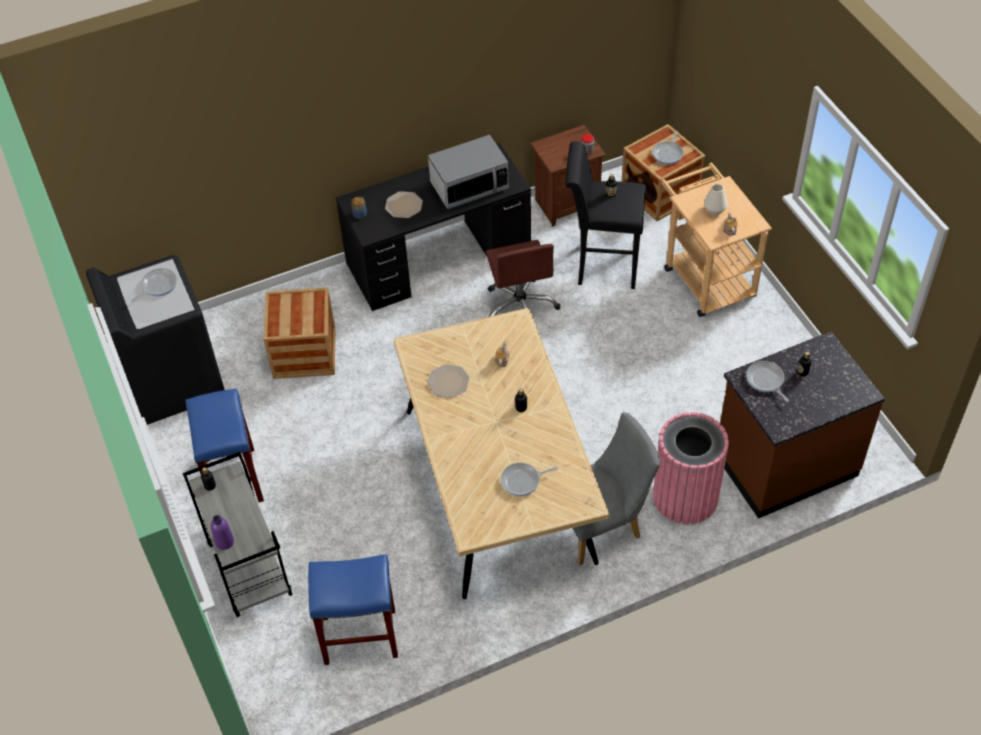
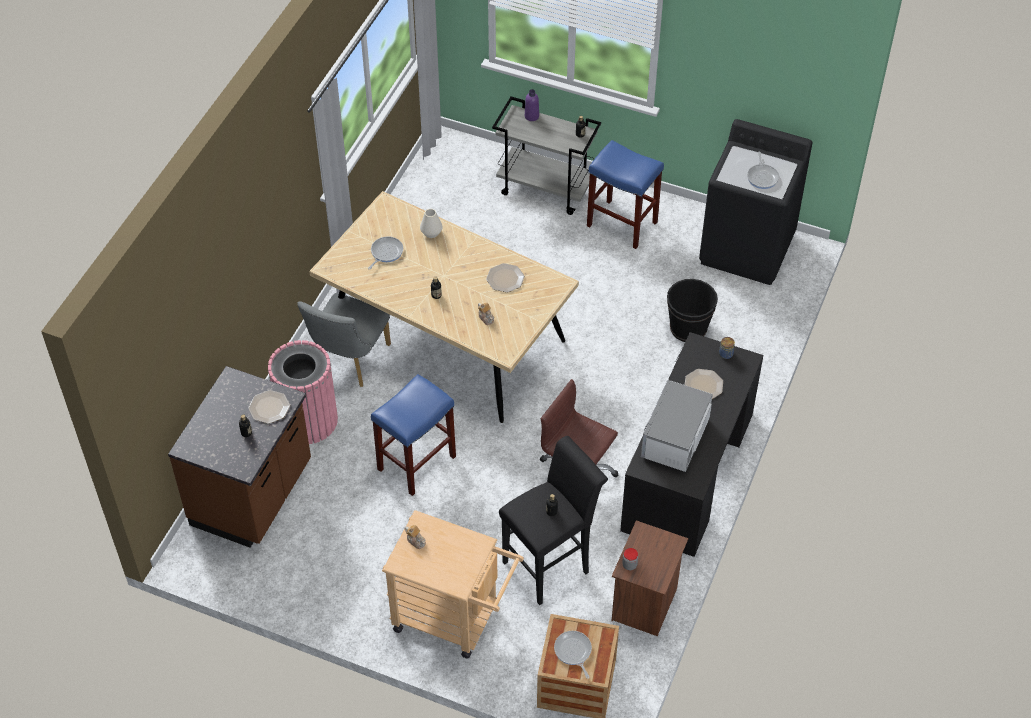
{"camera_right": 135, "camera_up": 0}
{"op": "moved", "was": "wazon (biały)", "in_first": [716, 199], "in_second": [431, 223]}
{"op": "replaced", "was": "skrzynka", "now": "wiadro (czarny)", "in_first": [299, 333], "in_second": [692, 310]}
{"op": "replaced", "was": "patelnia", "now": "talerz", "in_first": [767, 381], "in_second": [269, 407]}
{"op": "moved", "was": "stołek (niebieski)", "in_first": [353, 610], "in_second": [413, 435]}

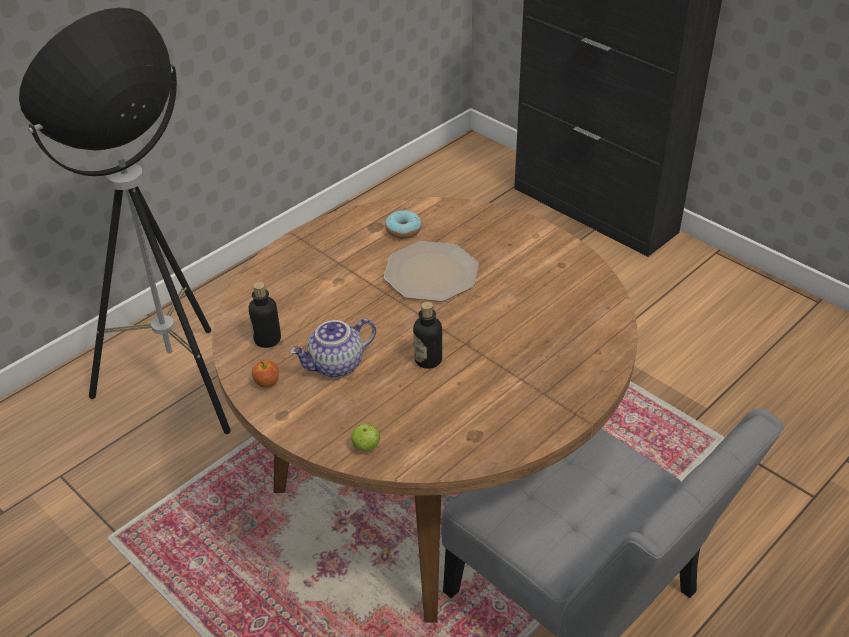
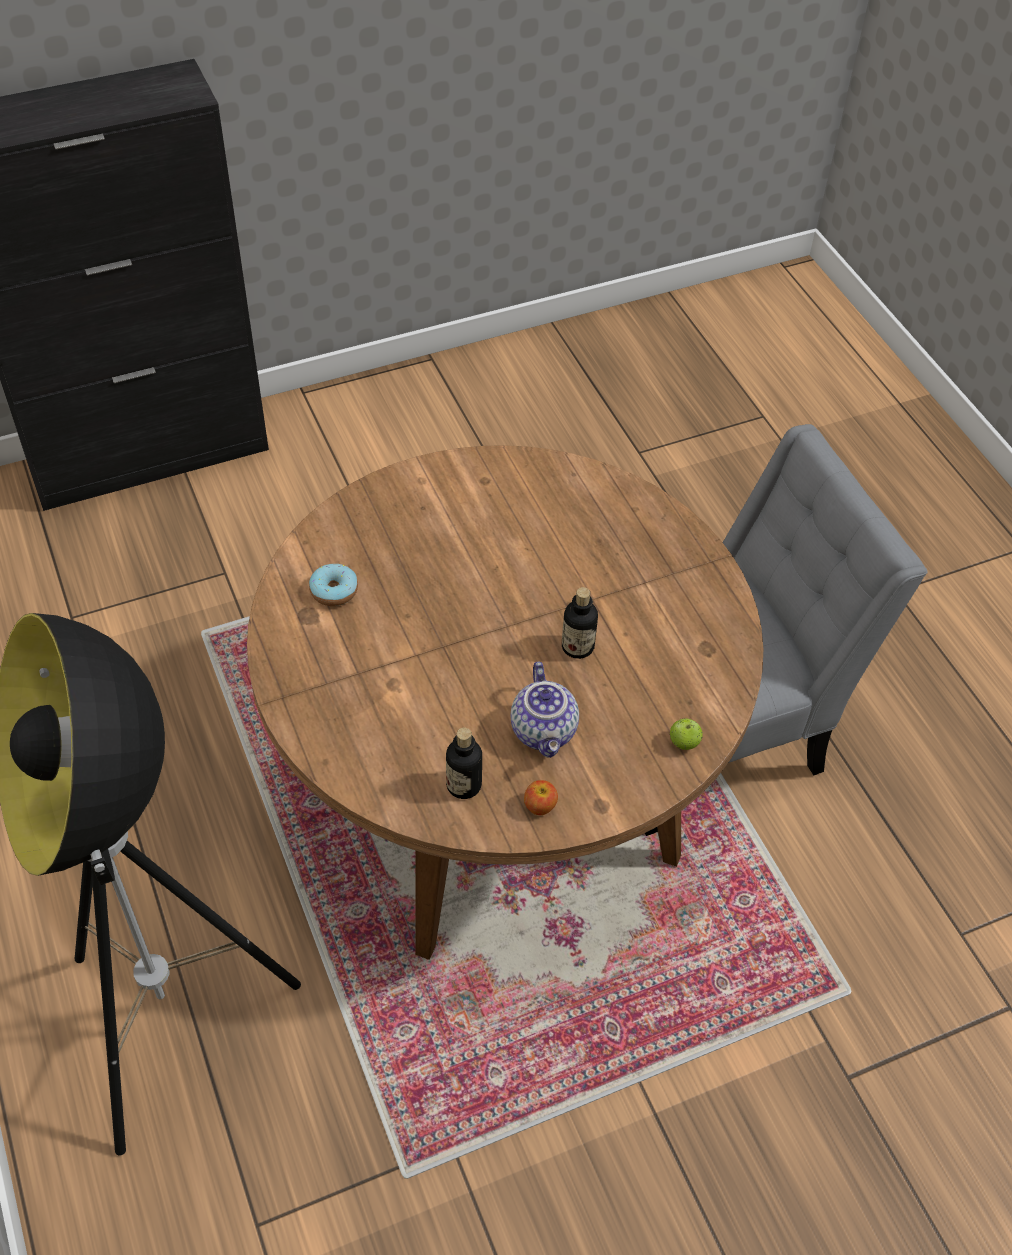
{"camera_right": -70, "camera_up": 10}
{"op": "removed", "was": "talerz", "in_first": [431, 271]}

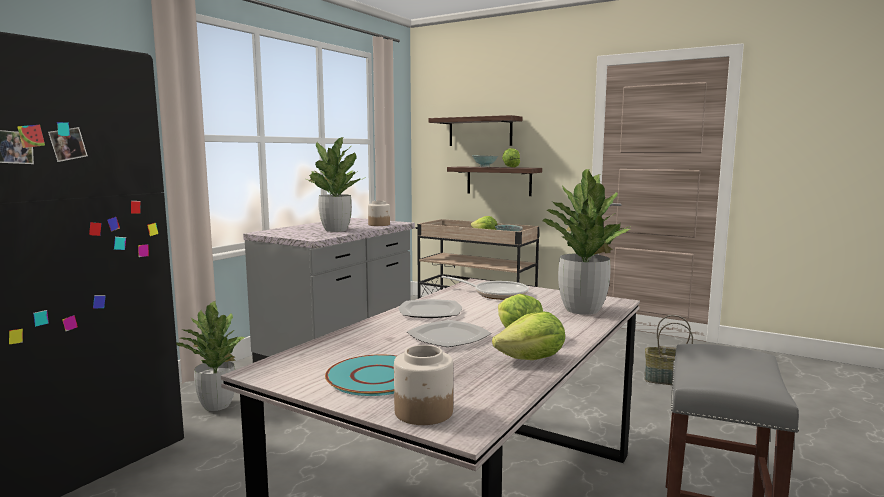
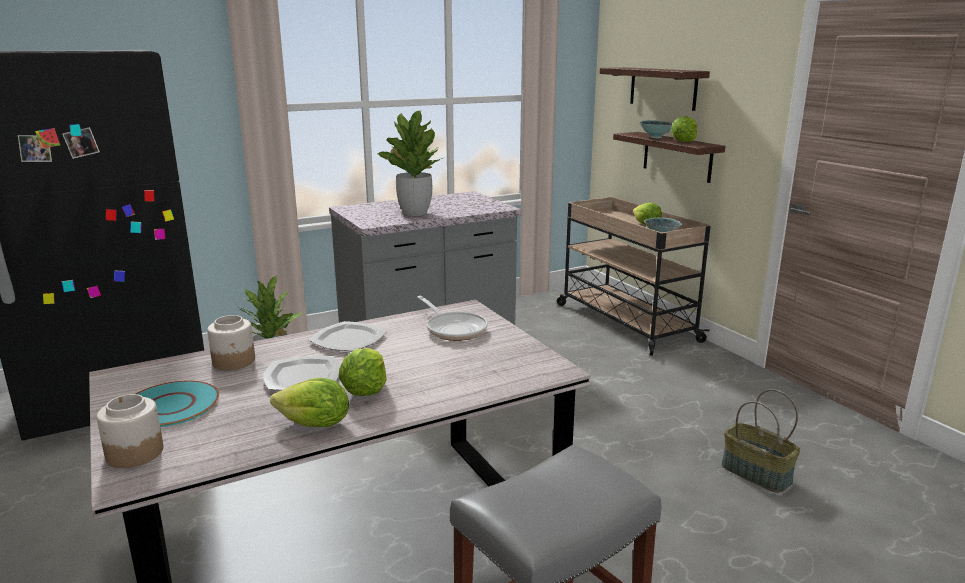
{"camera_right": 30, "camera_up": 10}
{"op": "removed", "was": "roślina doniczkowa", "in_first": [586, 242]}
{"op": "moved", "was": "słoik", "in_first": [379, 213], "in_second": [231, 342]}

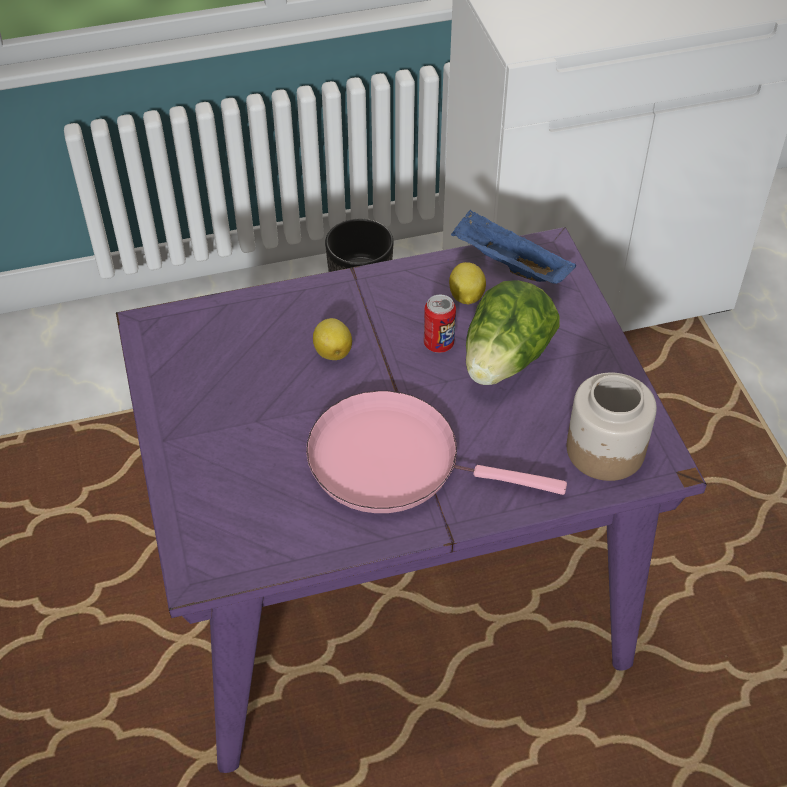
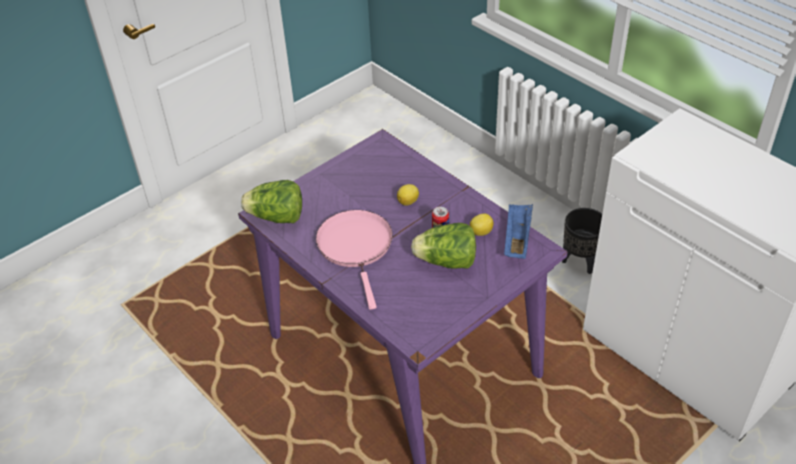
{"camera_right": 65, "camera_up": -5}
{"op": "removed", "was": "słoik", "in_first": [612, 426]}
{"op": "added", "now": "sałata", "in_second": [271, 201]}

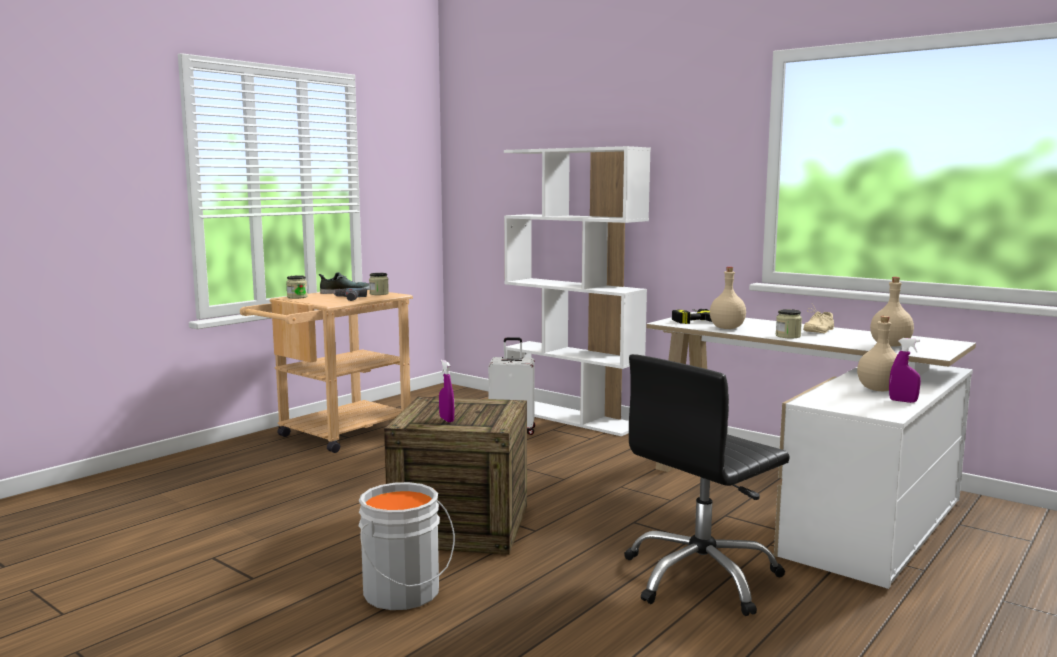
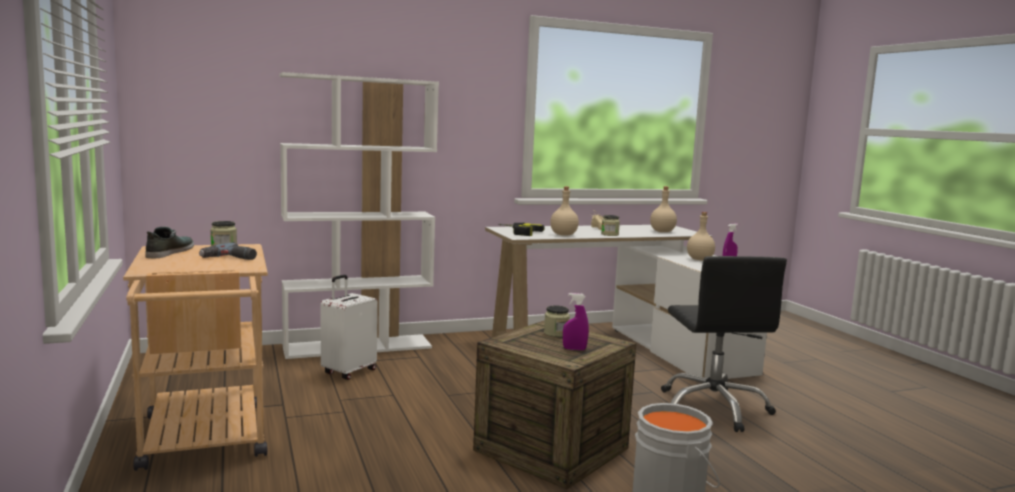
{"camera_right": -60, "camera_up": 0}
{"op": "moved", "was": "słoik", "in_first": [297, 287], "in_second": [557, 321]}

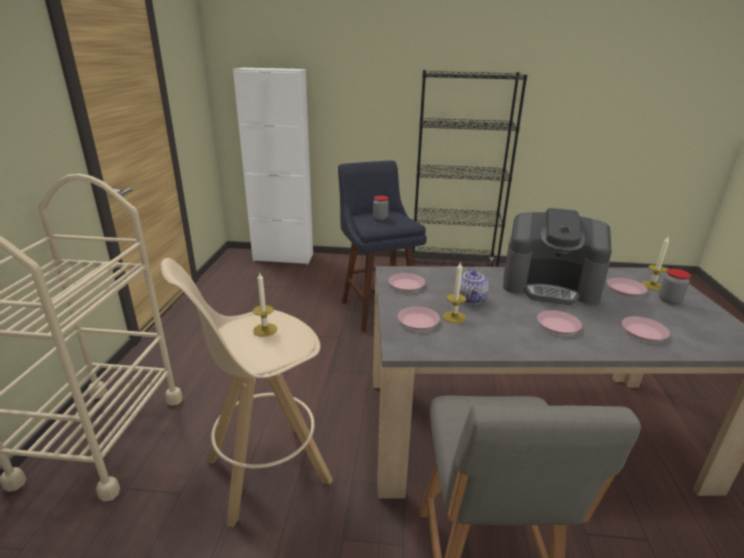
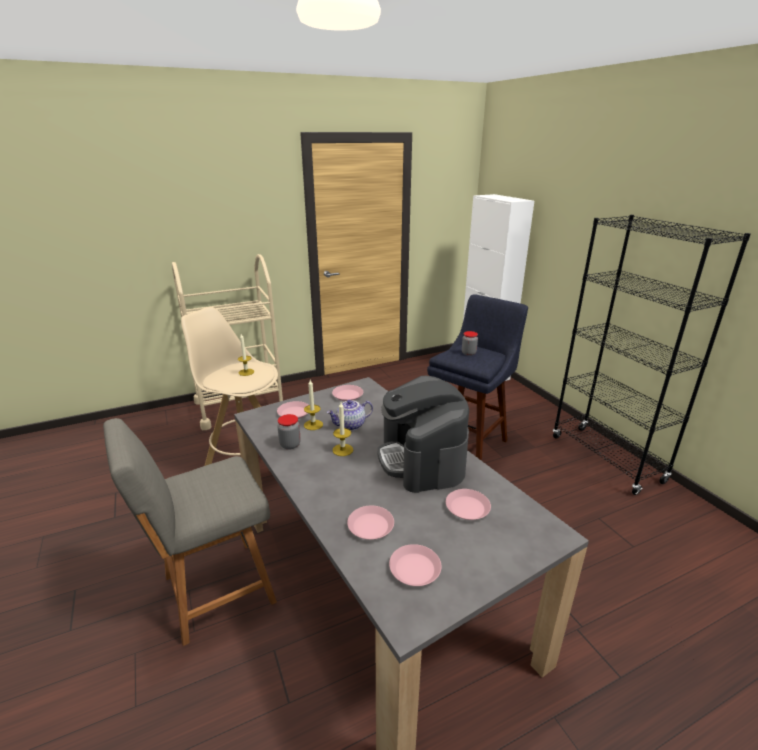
{"camera_right": 60, "camera_up": 0}
{"op": "moved", "was": "świeca", "in_first": [655, 263], "in_second": [343, 429]}
{"op": "moved", "was": "słoik", "in_first": [675, 287], "in_second": [289, 431]}
{"op": "moved", "was": "talerz (różowy)", "in_first": [559, 322], "in_second": [415, 565]}

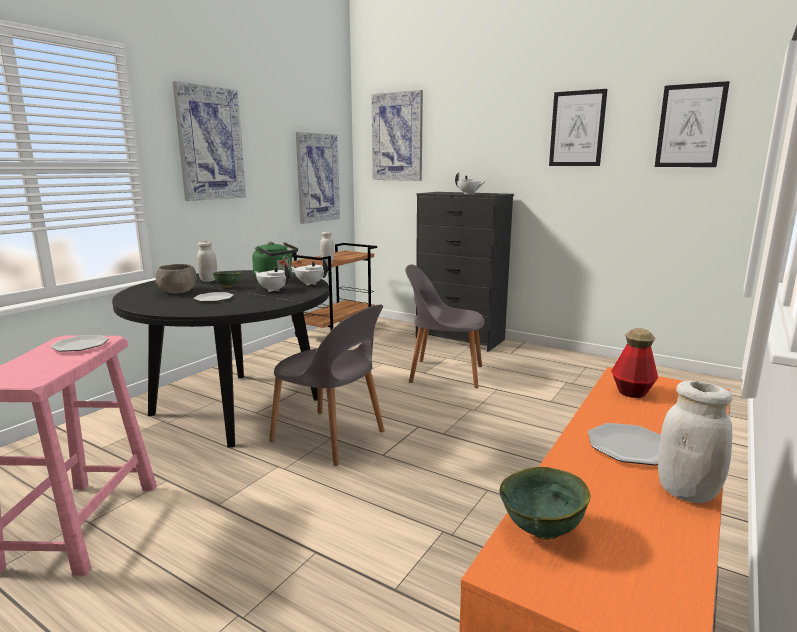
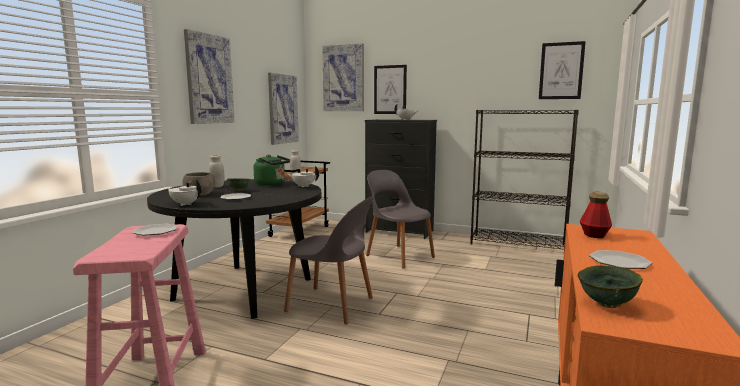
{"camera_right": -10, "camera_up": -5}
{"op": "moved", "was": "obraz", "in_first": [578, 127], "in_second": [390, 89]}
{"op": "moved", "was": "imbryk (biały)", "in_first": [272, 278], "in_second": [184, 193]}
{"op": "turned", "was": "krzesło (szary)", "in_first": [445, 326], "in_second": [400, 219], "clockwise": 45}
{"op": "removed", "was": "słoik (biały)", "in_first": [695, 441]}
{"op": "added", "now": "regał (czarny)", "in_second": [524, 179]}

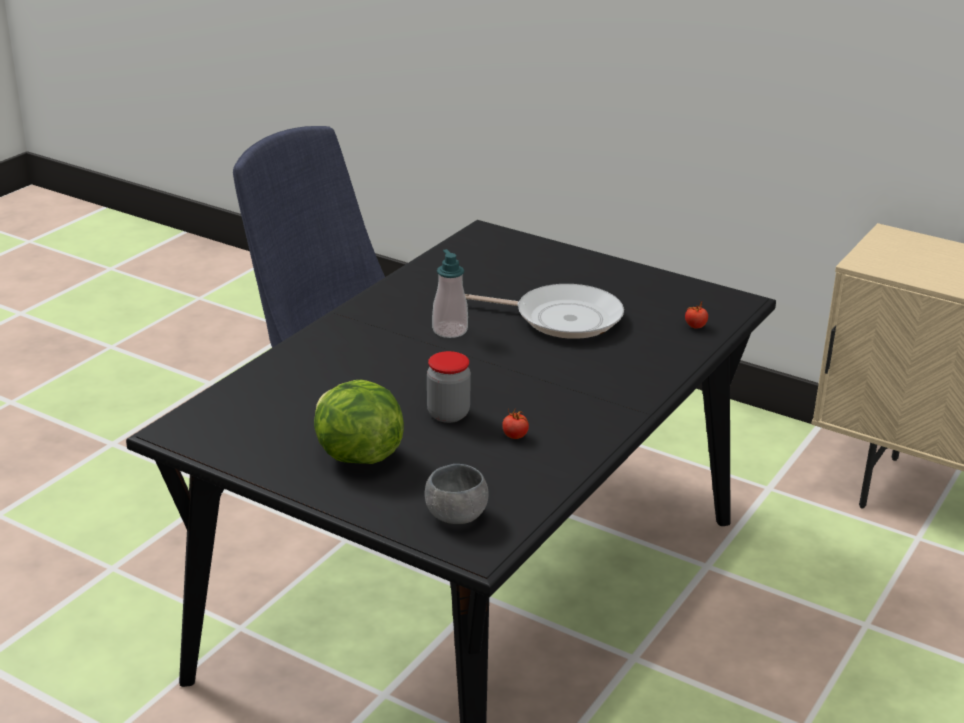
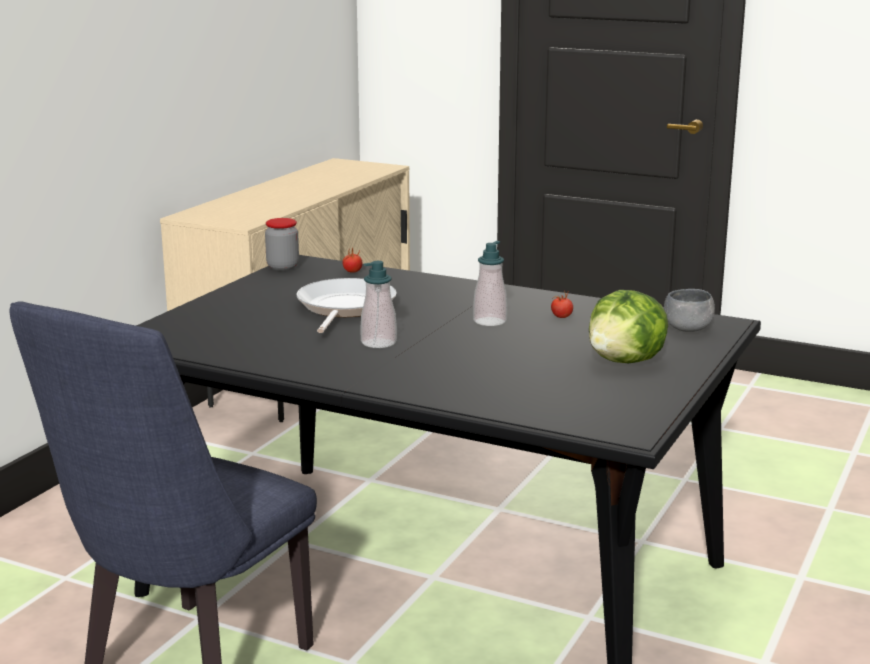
{"camera_right": -95, "camera_up": -10}
{"op": "moved", "was": "słoik", "in_first": [449, 387], "in_second": [282, 244]}
{"op": "added", "now": "dozownik mydła", "in_second": [490, 283]}

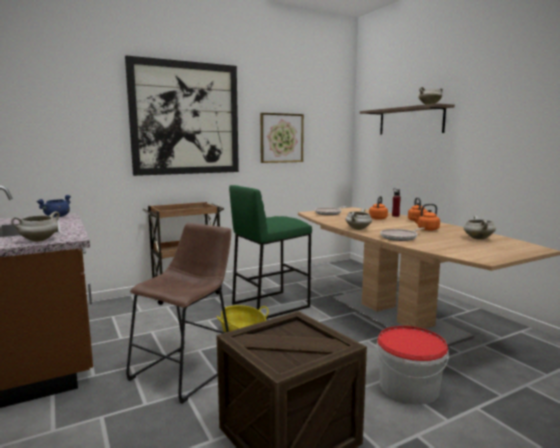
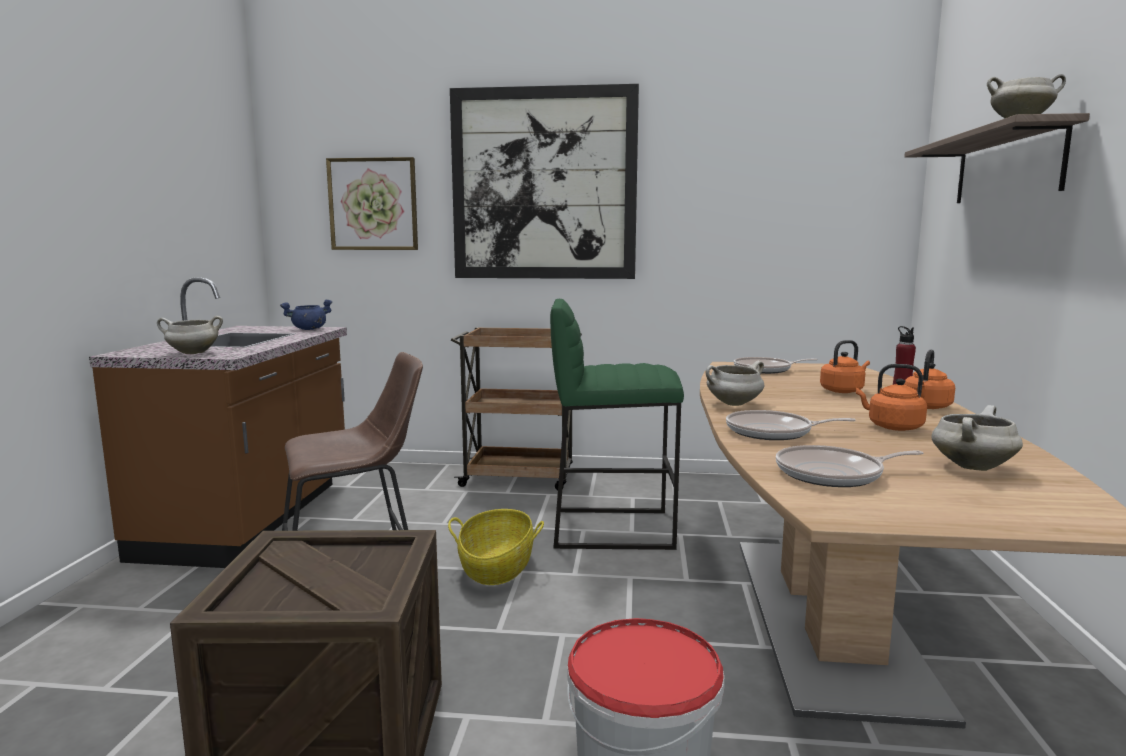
{"camera_right": 35, "camera_up": 0}
{"op": "moved", "was": "obraz", "in_first": [282, 138], "in_second": [372, 203]}
{"op": "added", "now": "patelnia", "in_second": [849, 466]}

